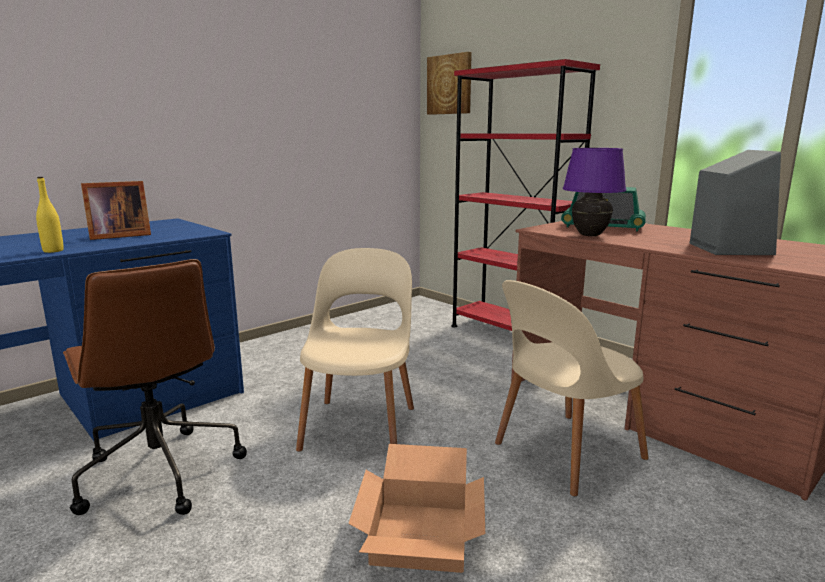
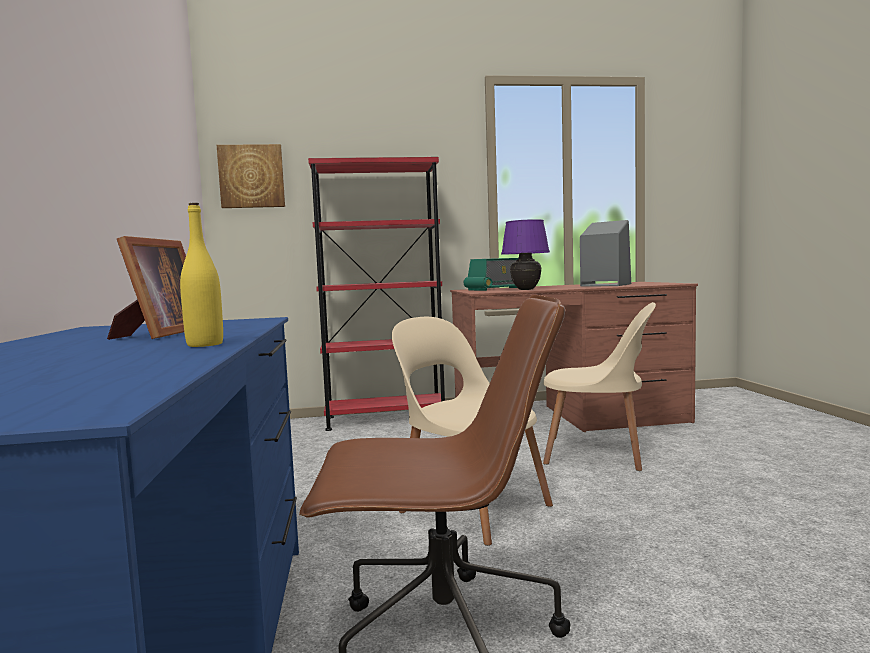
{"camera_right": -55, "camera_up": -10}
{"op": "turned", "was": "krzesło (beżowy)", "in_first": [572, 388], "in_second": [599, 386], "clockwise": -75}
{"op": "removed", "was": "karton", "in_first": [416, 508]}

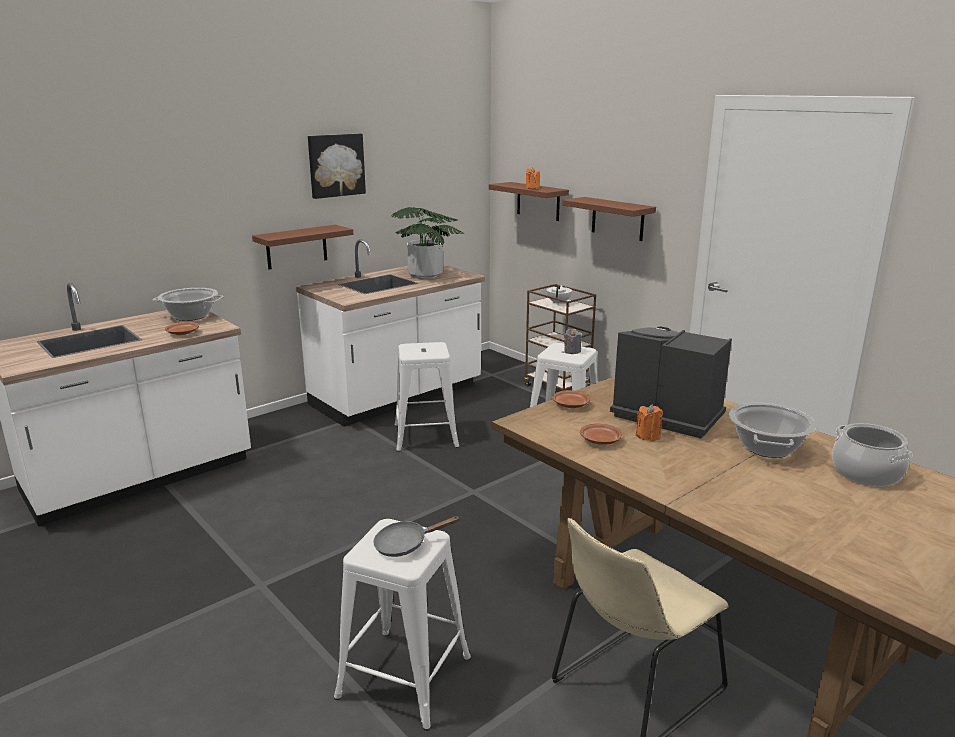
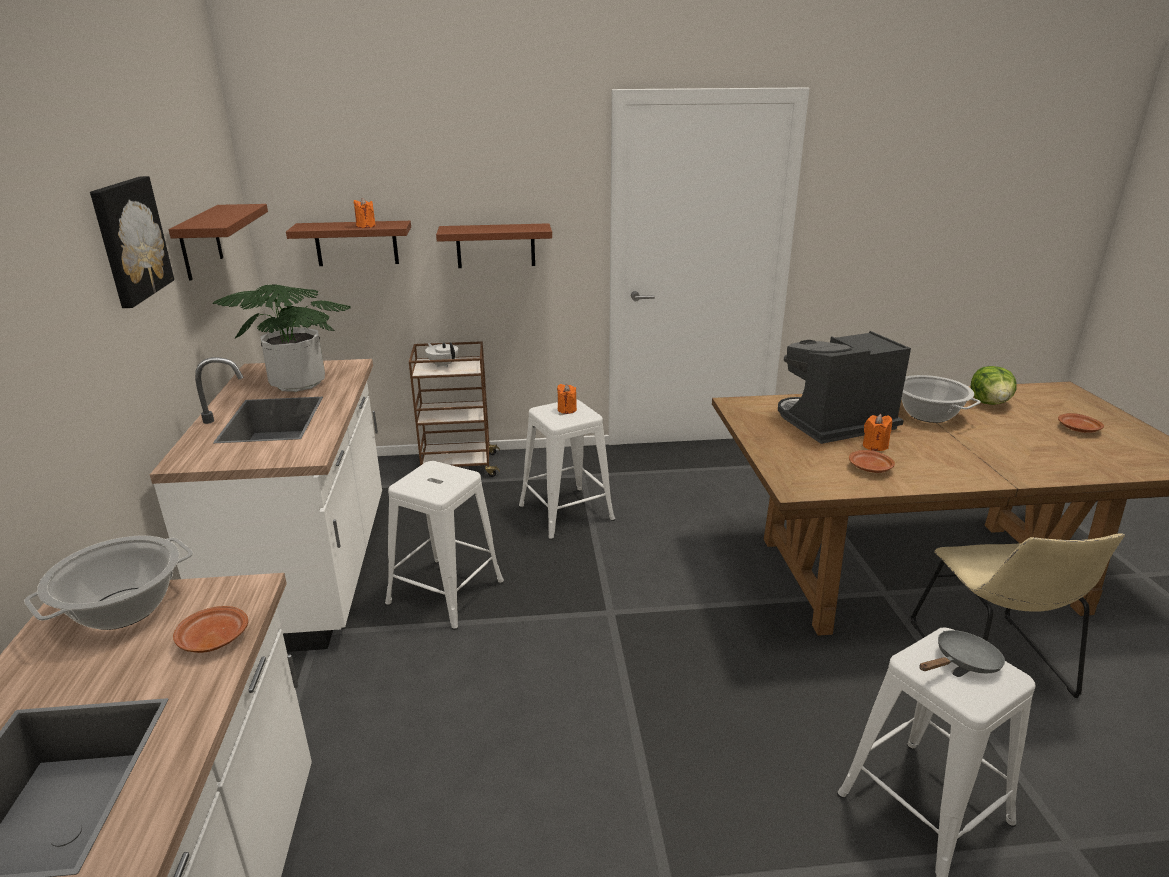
{"camera_right": -55, "camera_up": 5}
{"op": "moved", "was": "półka (brązowy)", "in_first": [302, 247], "in_second": [218, 242]}
{"op": "recoloured", "was": "świeca (szary)", "now": "świeca (pomarańczowy)", "in_first": [573, 341], "in_second": [567, 399]}
{"op": "moved", "was": "talerz (brązowy)", "in_first": [571, 399], "in_second": [1081, 423]}
{"op": "replaced", "was": "garnek", "now": "sałata", "in_first": [872, 454], "in_second": [993, 385]}
{"op": "turned", "was": "patelnia (szary)", "in_first": [417, 536], "in_second": [962, 651], "clockwise": -135}

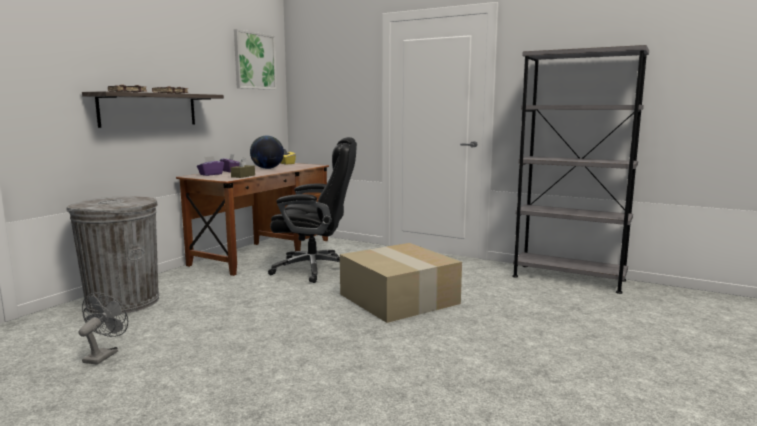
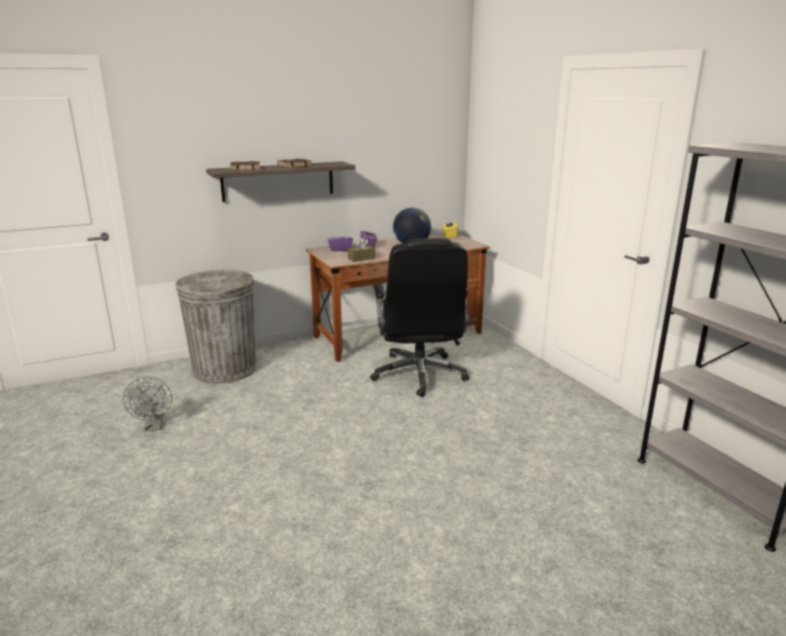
{"camera_right": 35, "camera_up": 10}
{"op": "removed", "was": "obraz", "in_first": [255, 59]}
{"op": "turned", "was": "krzesło biurowe (czarny)", "in_first": [312, 210], "in_second": [420, 317], "clockwise": 45}
{"op": "removed", "was": "karton", "in_first": [401, 283]}
{"op": "turned", "was": "wentylator (szary)", "in_first": [103, 328], "in_second": [147, 404], "clockwise": 120}

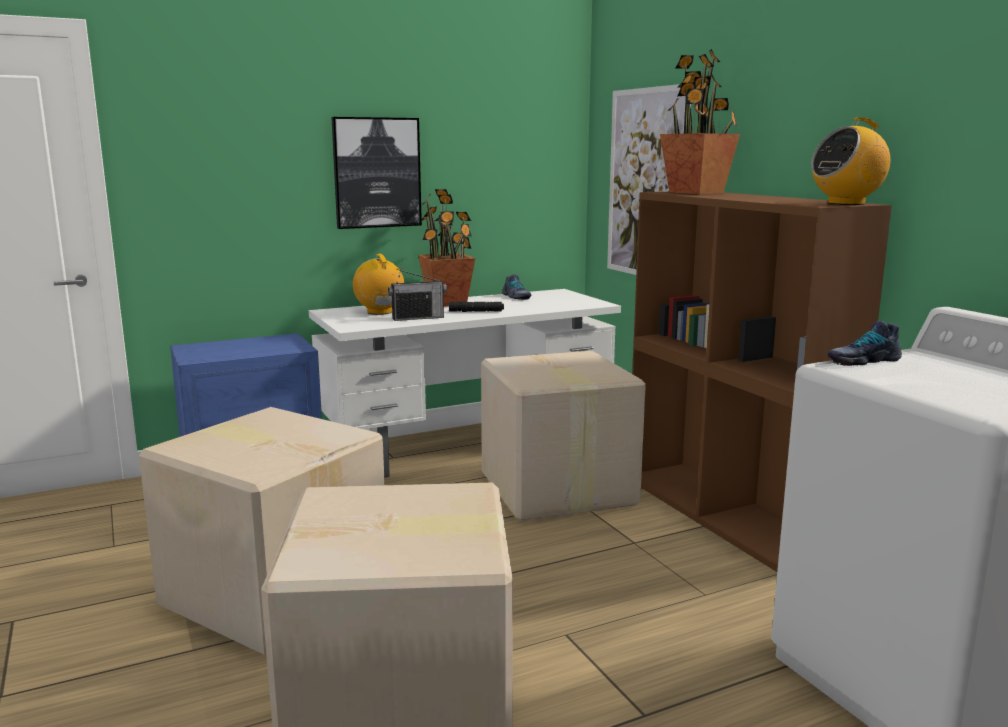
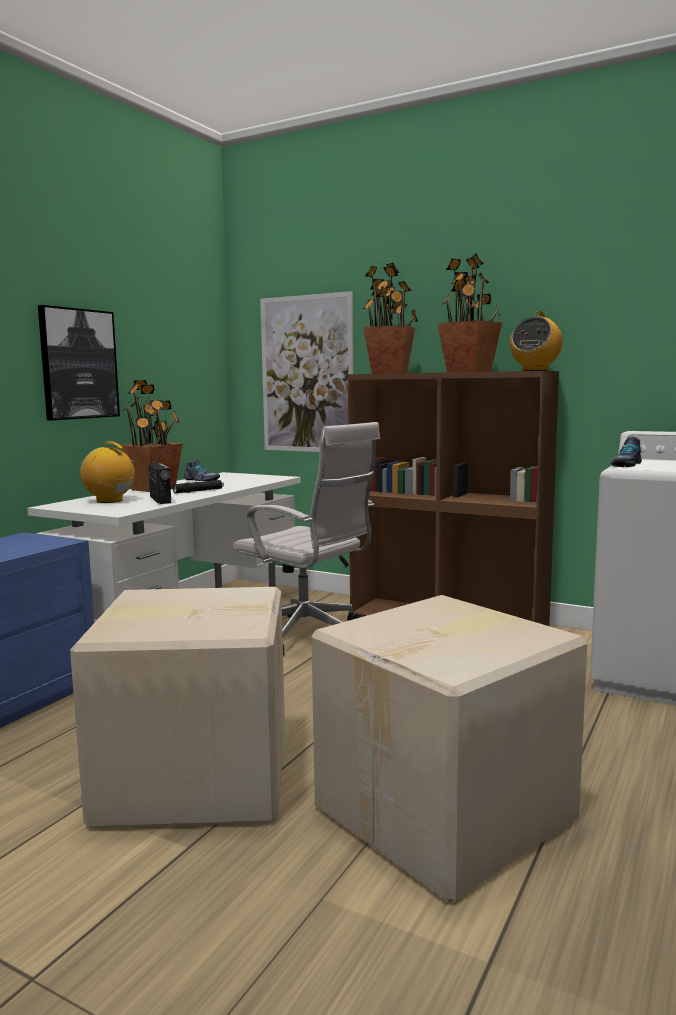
{"camera_right": -35, "camera_up": -5}
{"op": "turned", "was": "radio", "in_first": [417, 295], "in_second": [159, 478], "clockwise": -60}
{"op": "replaced", "was": "karton", "now": "krzesło biurowe (biały)", "in_first": [563, 436], "in_second": [306, 539]}
{"op": "added", "now": "roślina doniczkowa", "in_second": [469, 312]}

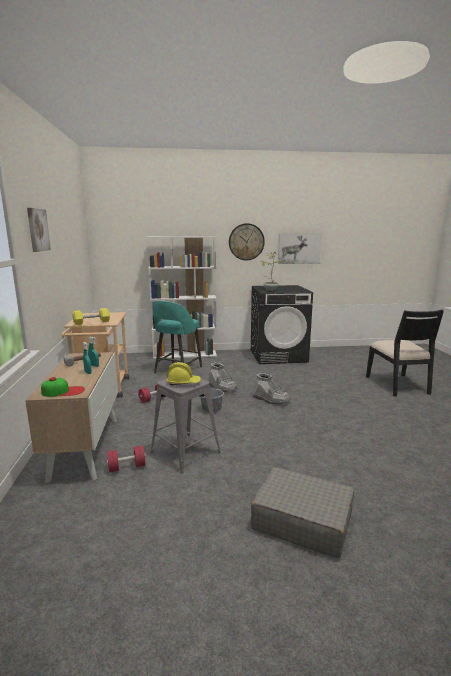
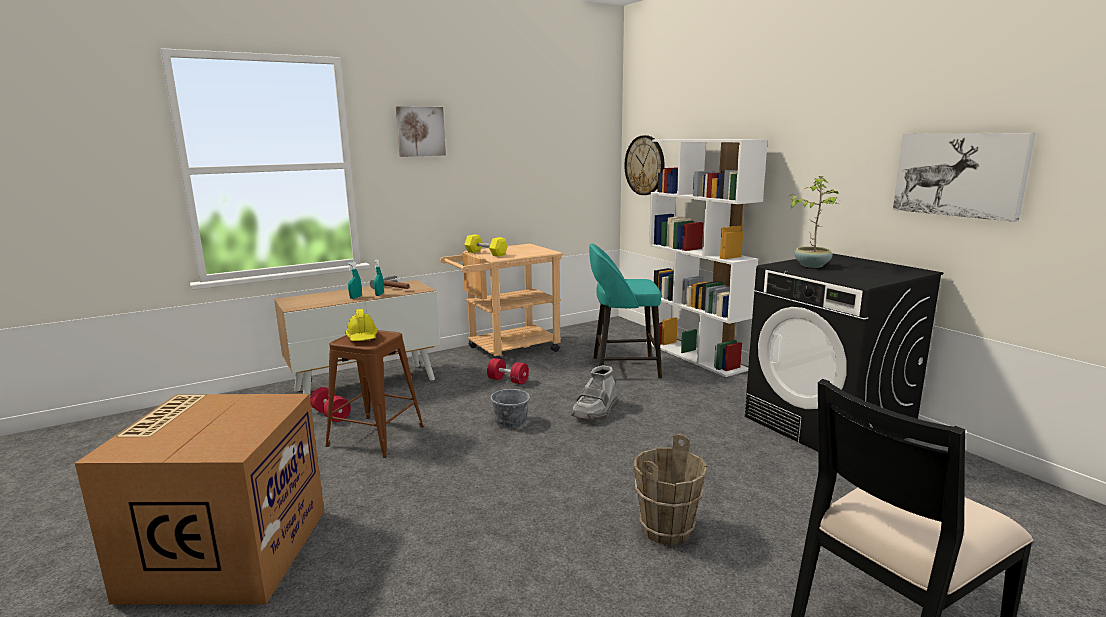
{"camera_right": 65, "camera_up": 0}
{"op": "moved", "was": "zegar ścienny", "in_first": [247, 242], "in_second": [644, 165]}
{"op": "removed", "was": "but z cholewką (szary)", "in_first": [272, 388]}
{"op": "removed", "was": "czapka z daszkiem", "in_first": [63, 387]}
{"op": "recoloured", "was": "stołek (szary)", "now": "stołek (brązowy)", "in_first": [186, 426], "in_second": [374, 394]}
{"op": "replaced", "was": "walizka (szary)", "now": "karton", "in_first": [302, 512], "in_second": [199, 499]}
{"op": "added", "now": "wiadro (brązowy)", "in_second": [670, 489]}

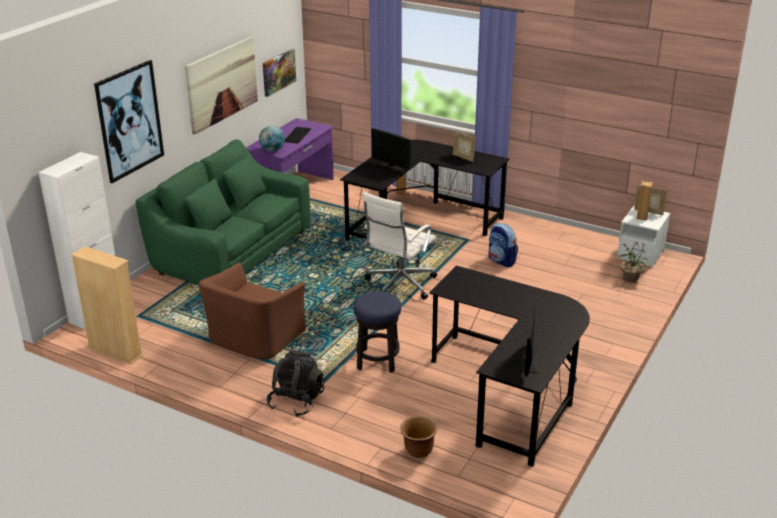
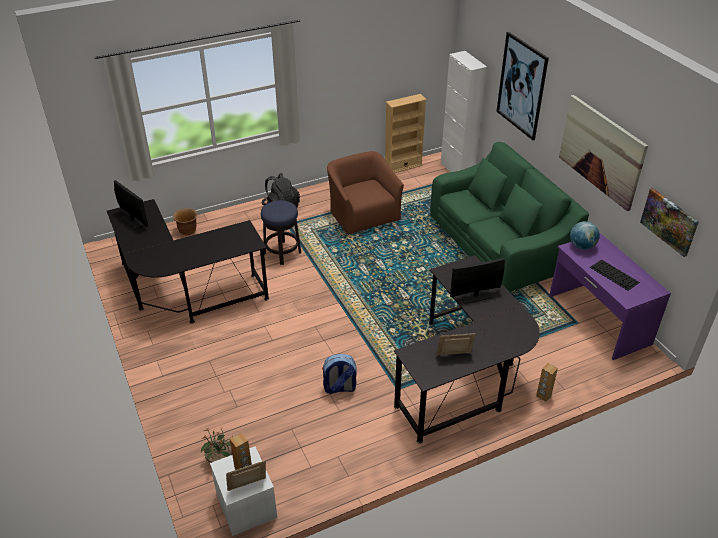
{"camera_right": 125, "camera_up": 10}
{"op": "removed", "was": "krzesło biurowe (biały)", "in_first": [400, 245]}

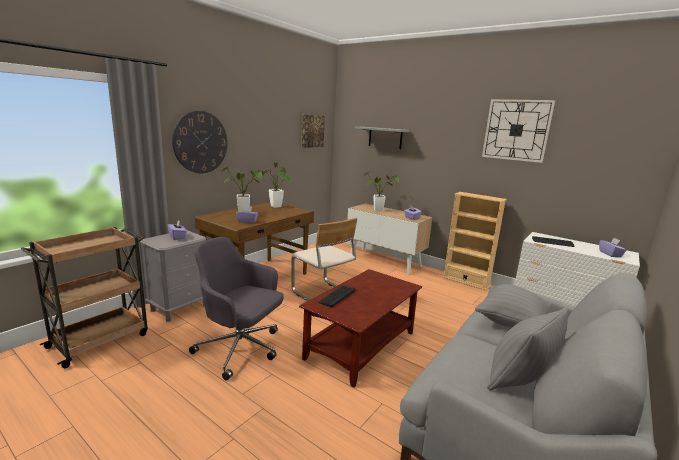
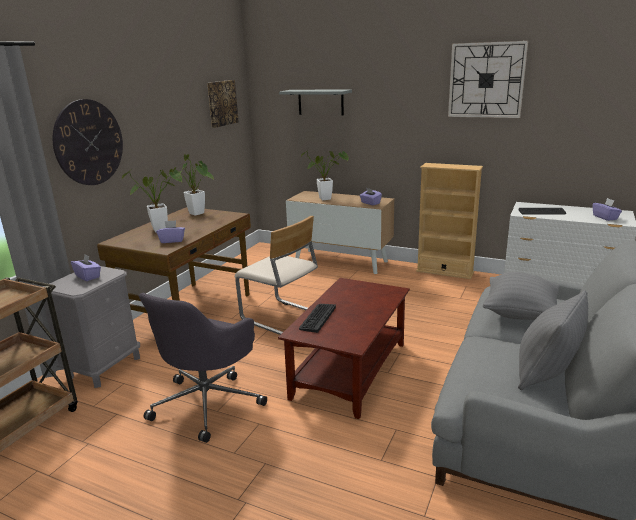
{"camera_right": -10, "camera_up": 5}
{"op": "turned", "was": "krzesło biurowe (szary)", "in_first": [236, 309], "in_second": [203, 368], "clockwise": -75}

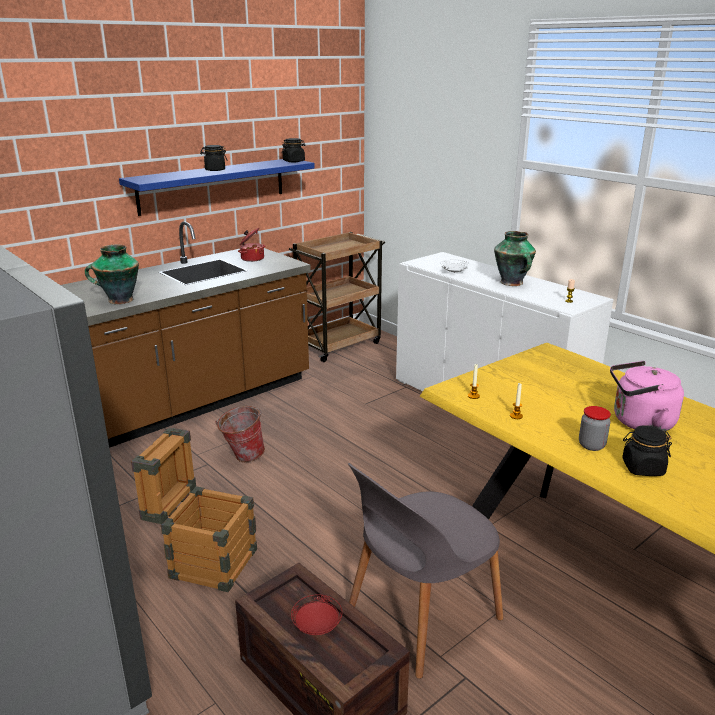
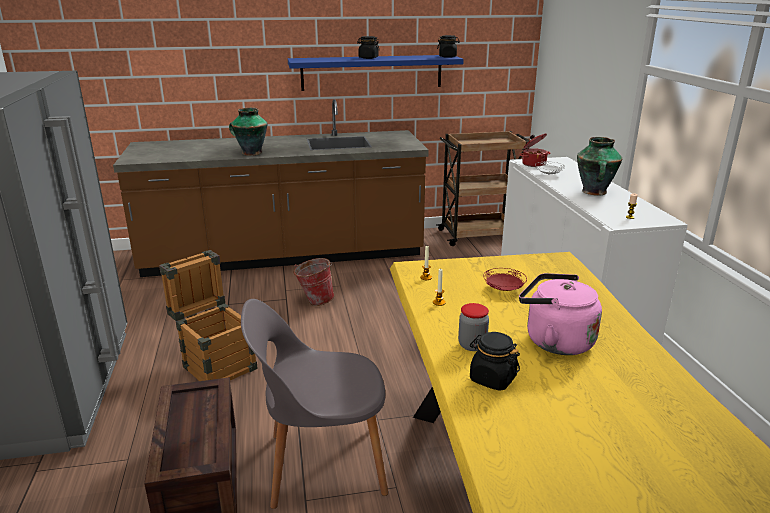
{"camera_right": 30, "camera_up": 0}
{"op": "moved", "was": "garnek", "in_first": [251, 245], "in_second": [535, 150]}
{"op": "moved", "was": "talerz (czerwony)", "in_first": [316, 614], "in_second": [505, 279]}

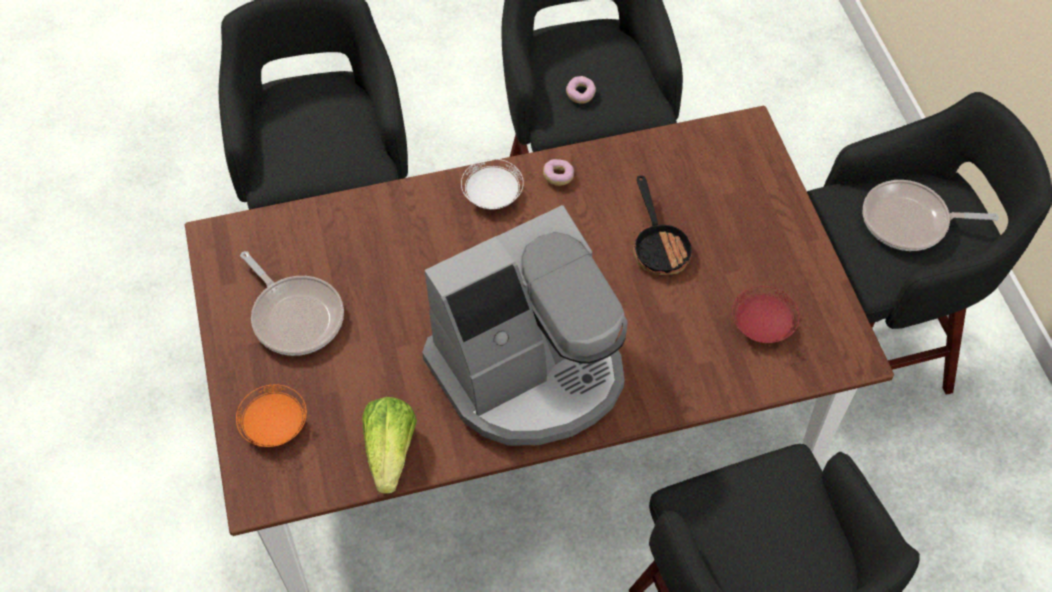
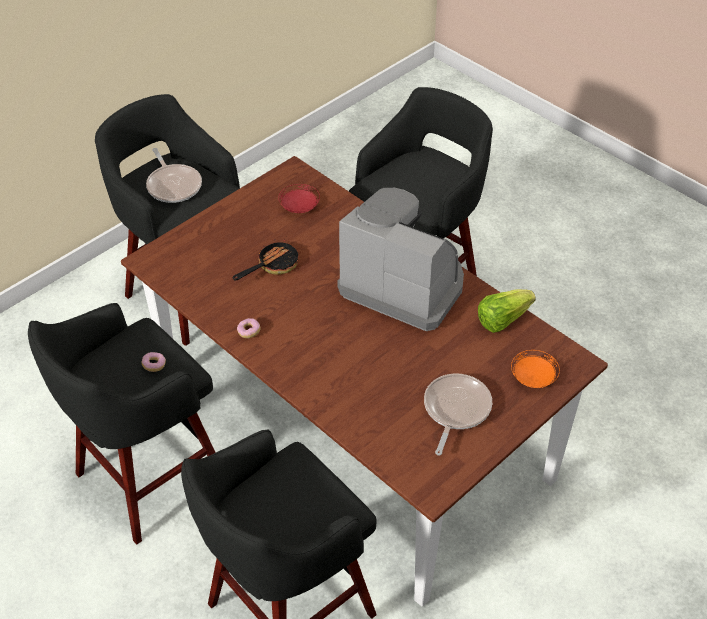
{"camera_right": -120, "camera_up": -10}
{"op": "removed", "was": "talerz (biały)", "in_first": [492, 184]}

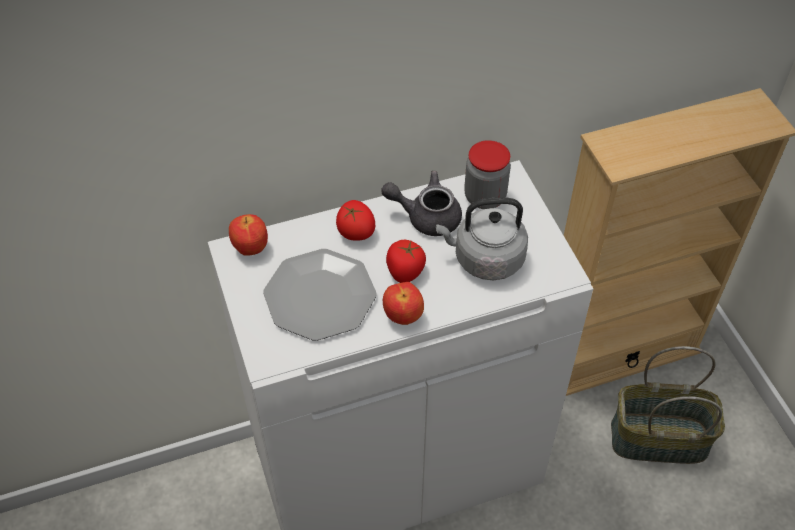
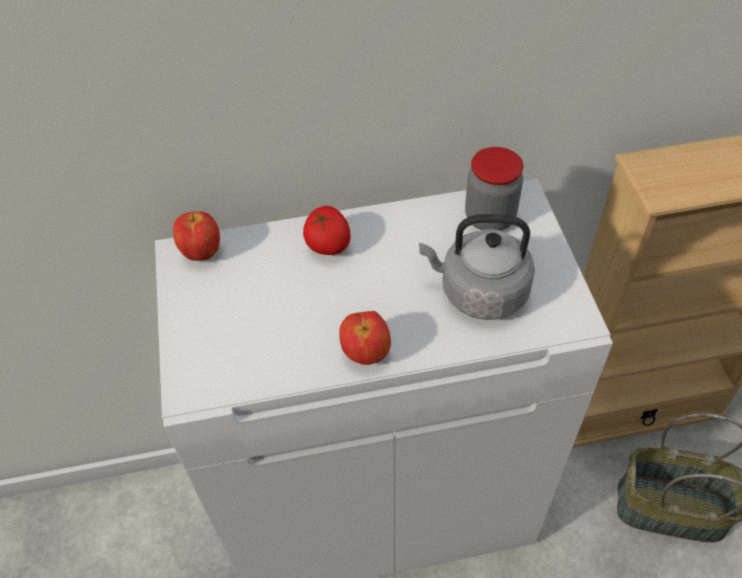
{"camera_right": 10, "camera_up": 0}
{"op": "removed", "was": "imbryk (szary)", "in_first": [421, 203]}
{"op": "removed", "was": "pomidor", "in_first": [406, 261]}
{"op": "removed", "was": "talerz", "in_first": [320, 295]}

